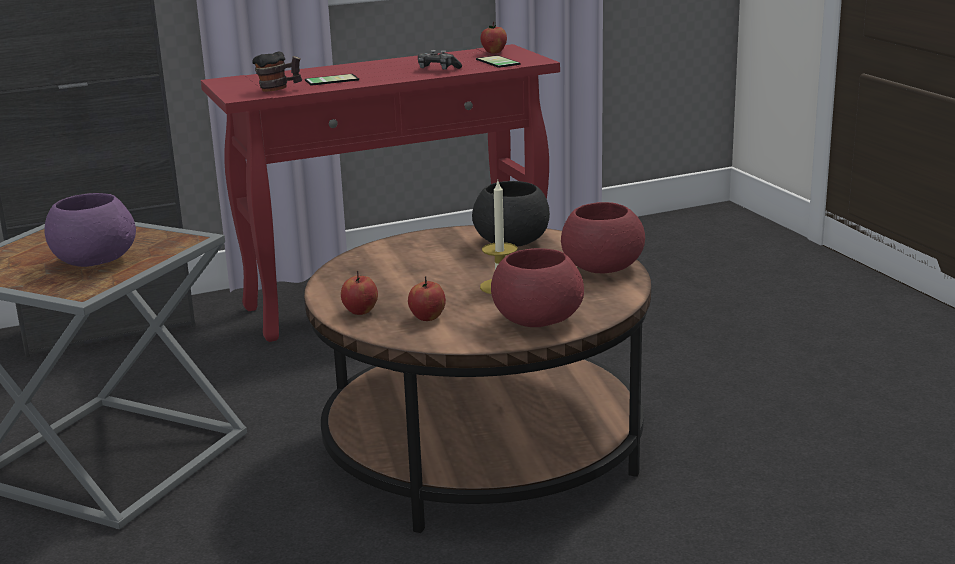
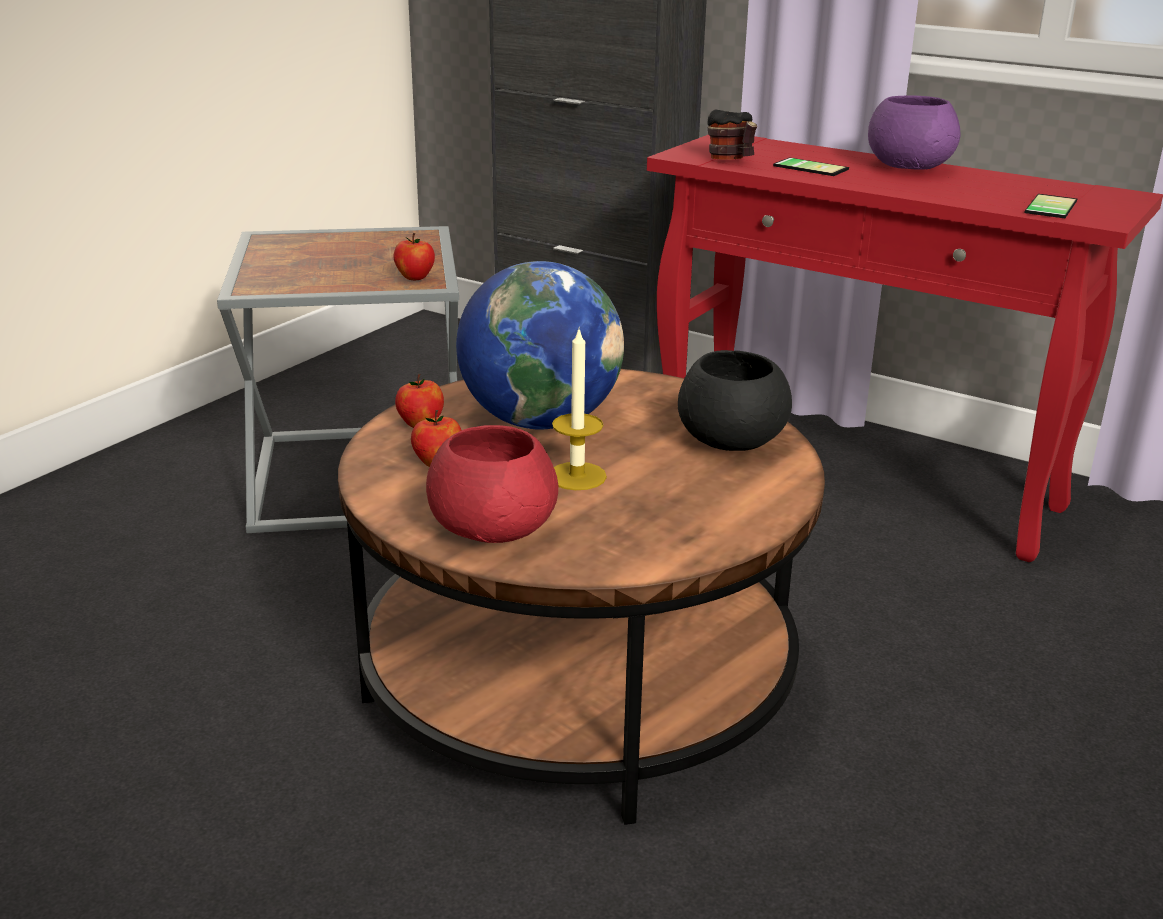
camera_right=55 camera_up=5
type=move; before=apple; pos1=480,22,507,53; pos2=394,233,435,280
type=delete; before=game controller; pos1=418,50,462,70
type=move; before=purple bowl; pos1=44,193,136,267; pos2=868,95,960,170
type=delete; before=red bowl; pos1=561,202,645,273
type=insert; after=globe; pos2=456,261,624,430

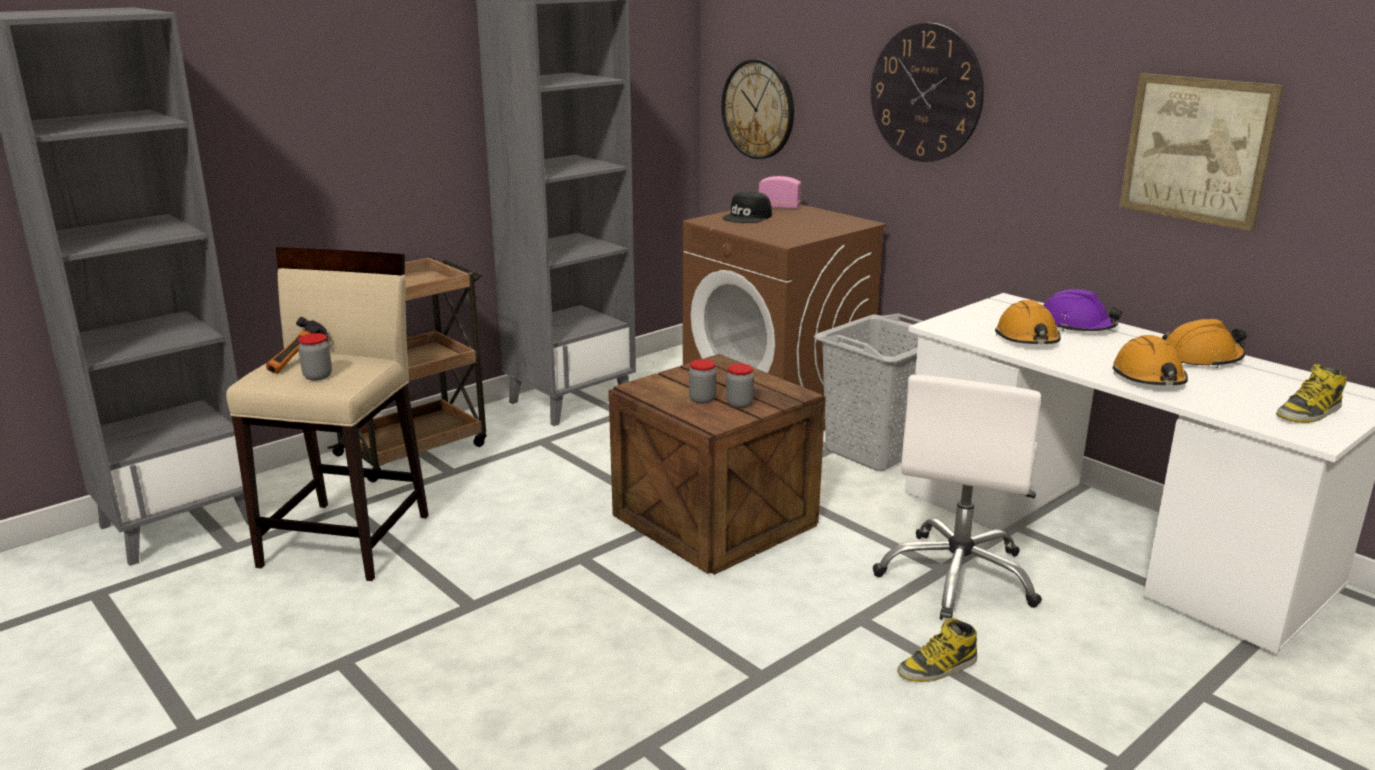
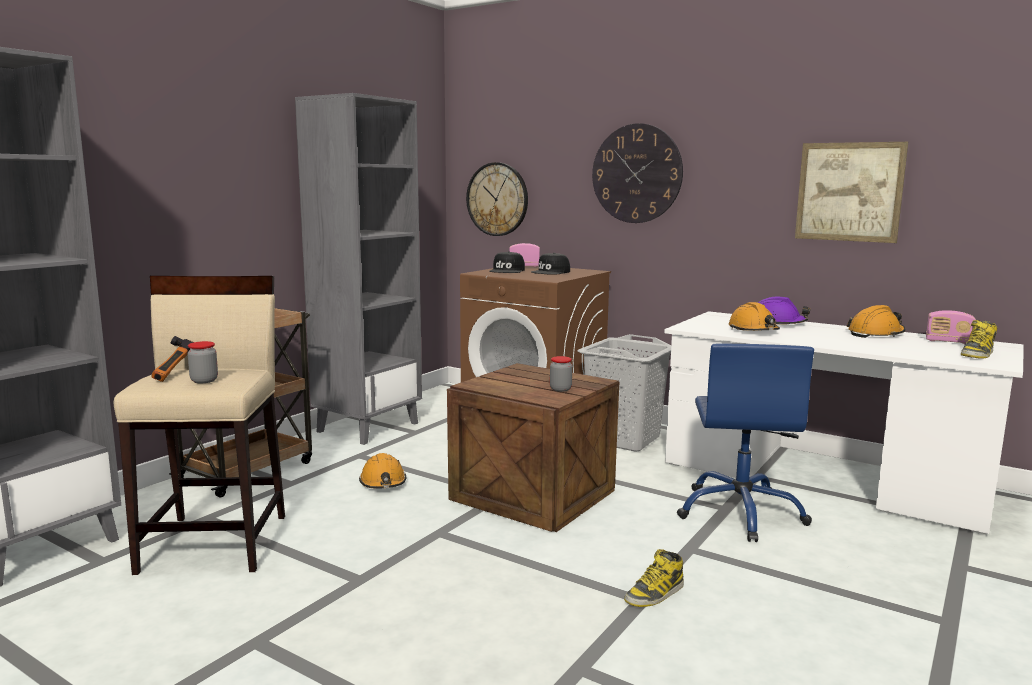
camera_right=-15 camera_up=-10
type=move; before=orange hard hat; pos1=1113,335,1188,385; pos2=359,453,406,489
type=delete; before=jar; pos1=689,359,716,404
type=recolor; before=white office chair; after=blue office chair; pos1=873,375,1042,620; pos2=677,343,814,542
type=move; before=boot; pos1=897,618,977,682; pos2=624,549,684,607
type=insert; after=black cap; pos2=531,253,570,275
type=insert; after=radio; pos2=926,310,976,344

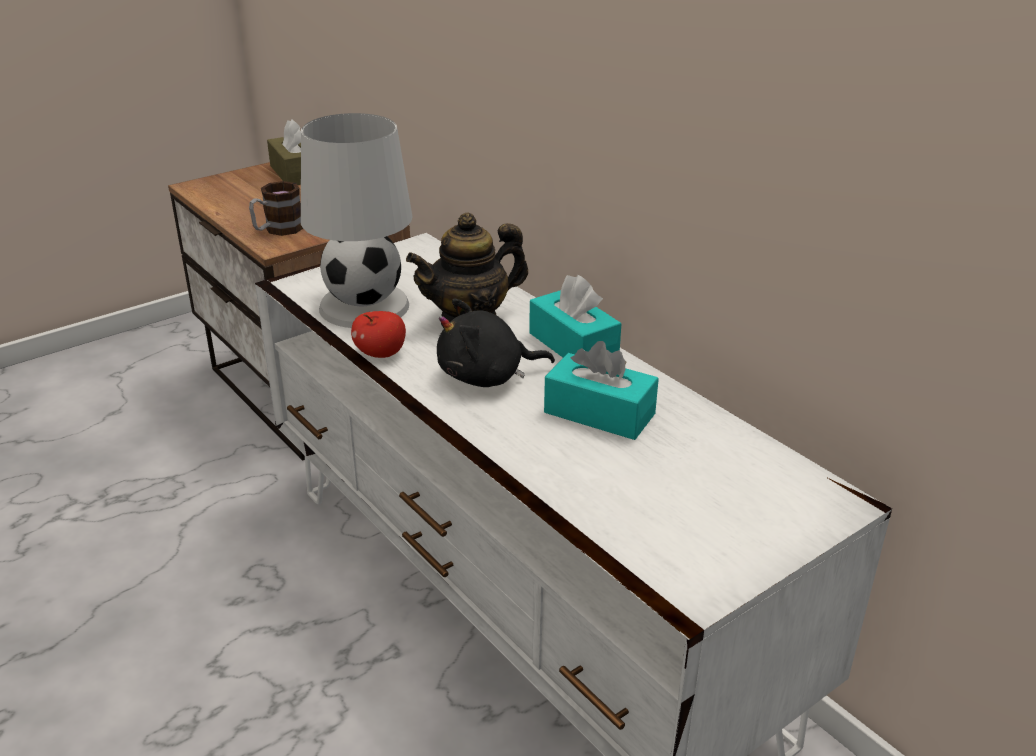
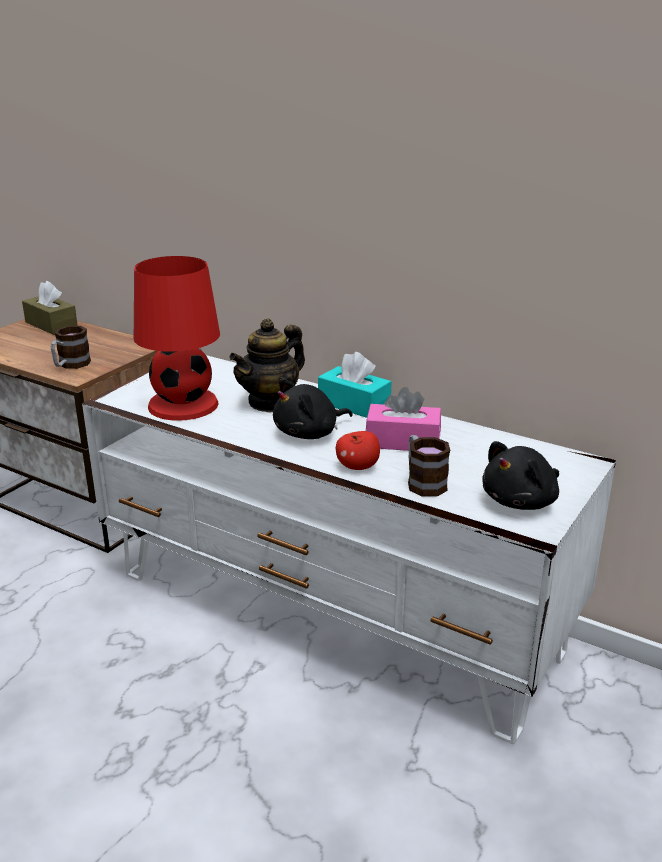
camera_right=-20 camera_up=-5
type=recolor; before=white table lamp; after=red table lamp; pos1=301,113,413,328; pos2=134,256,220,421
type=move; before=apple; pos1=351,311,406,358; pos2=336,431,380,470
type=recolor; before=turquoise tissue box; after=pink tissue box; pos1=544,341,659,440; pos2=366,387,441,451
type=insert; after=mug; pos2=408,435,450,497
type=insert; after=black plush toy; pos2=482,441,559,510

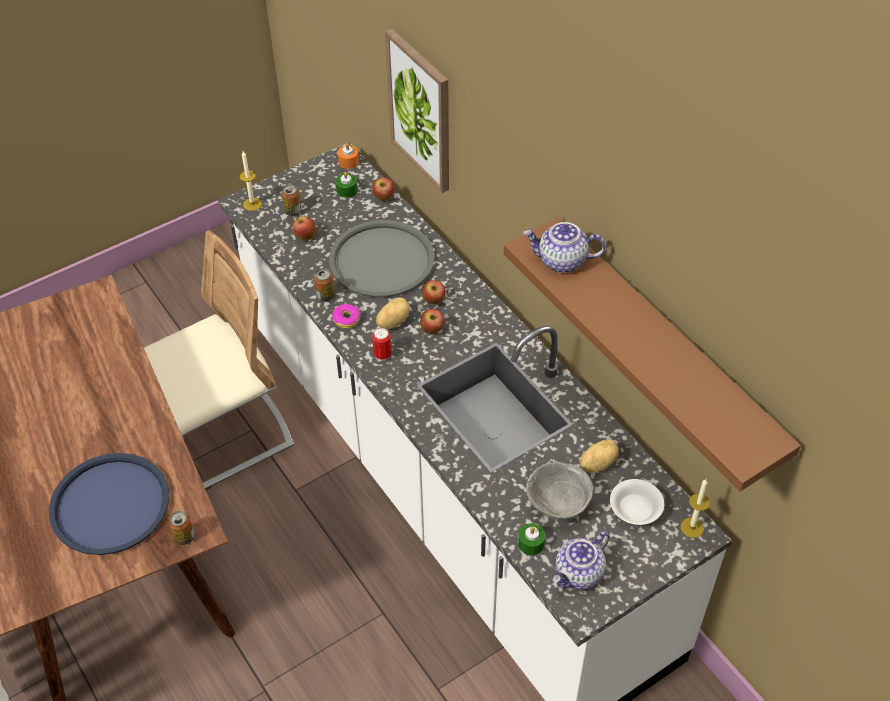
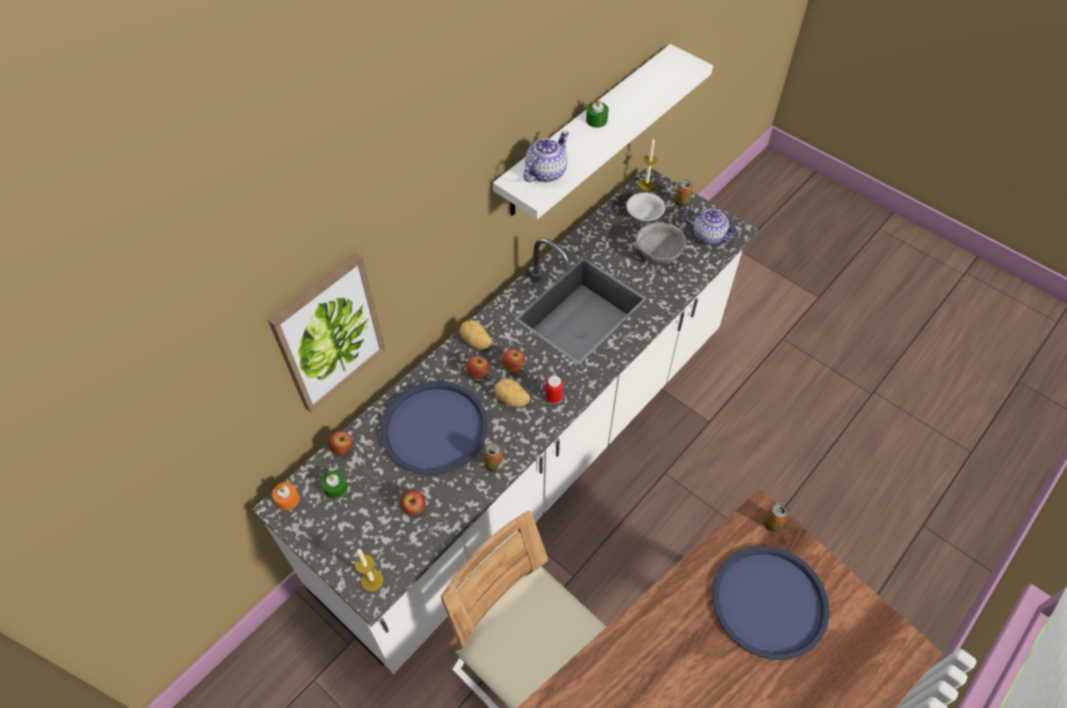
camera_right=-105 camera_up=5
type=move; before=can; pos1=282,184,301,216; pos2=675,180,693,207
type=recolor; before=brown shelf; after=white shelf; pos1=504,218,801,491; pos2=493,44,713,219
type=recolor; before=grey tray; after=blue tray; pos1=329,220,435,298; pos2=381,381,488,475
type=rotate; before=teapot; pos1=523,222,606,273; pos2=523,131,569,182; turn=-135
type=delete; before=donut; pos1=332,304,361,328
type=move; before=potato; pos1=580,439,619,473; pos2=460,320,491,349
type=move; before=green candle; pos1=518,523,545,555; pos2=586,99,609,128

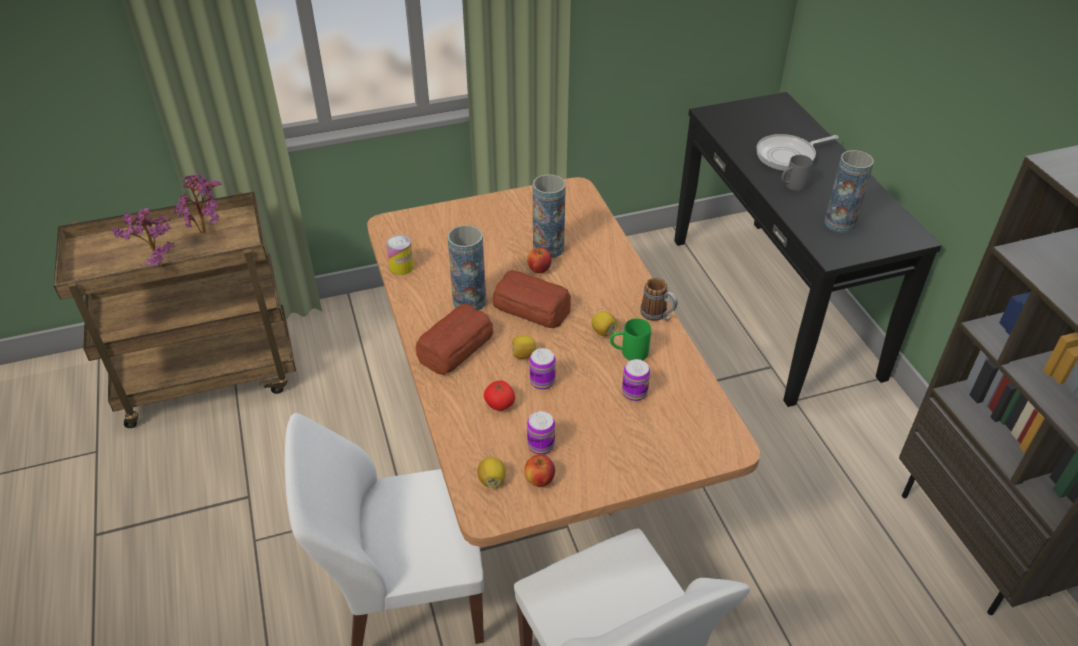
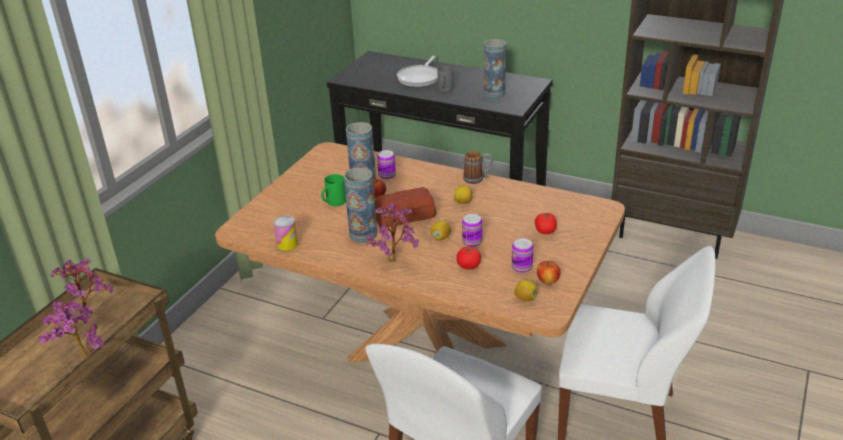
camera_right=-45 camera_up=-10
type=replace; before=bread; after=potted plant; pos1=416,304,493,375; pos2=367,204,419,262
type=move; before=green mug; pos1=610,318,651,361; pos2=321,174,346,206
type=move; before=can; pos1=622,359,650,401; pos2=377,150,396,180
type=insert; after=tomato; pos2=535,213,557,234

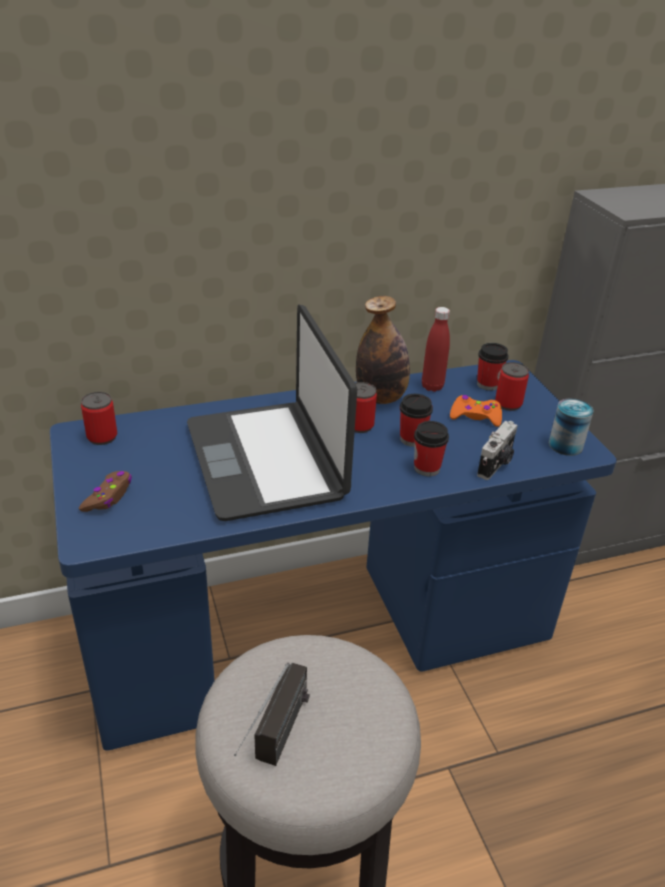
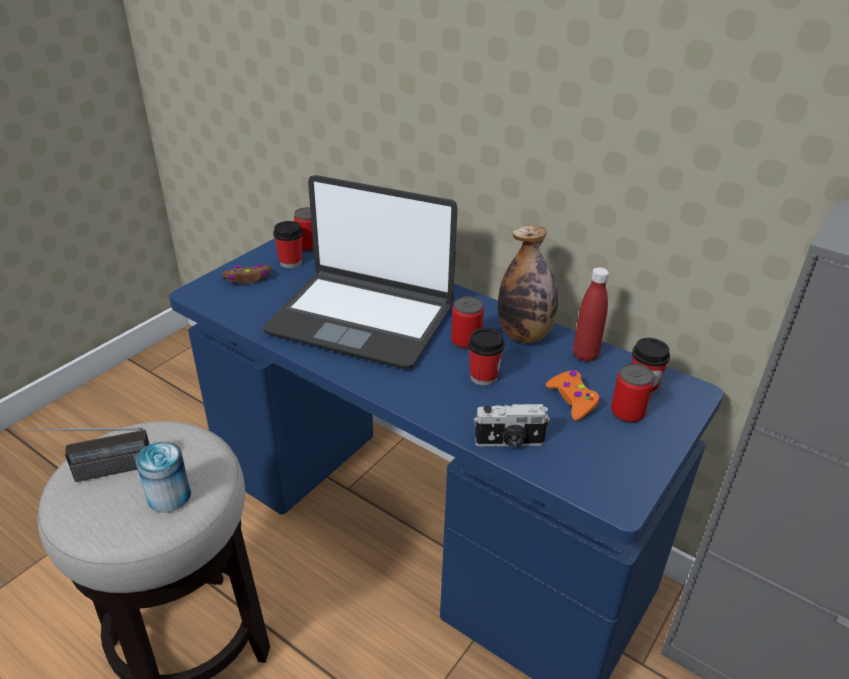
camera_right=55 camera_up=0
type=rotate; before=laptop; pos1=187,304,357,521; pos2=263,175,457,369; turn=-105
type=move; before=can; pos1=549,398,594,456; pos2=136,441,191,513
type=move; before=cup; pos1=414,421,449,476; pos2=273,221,303,268

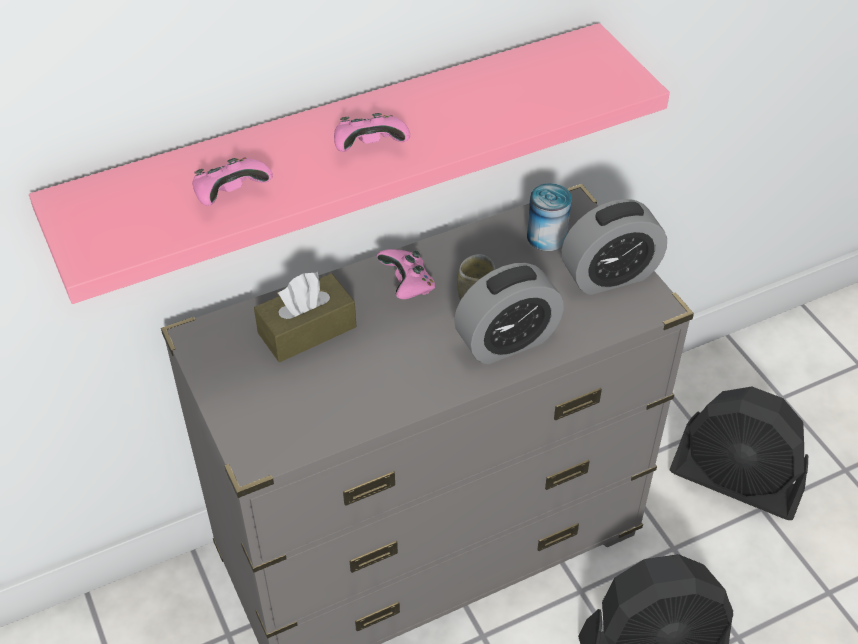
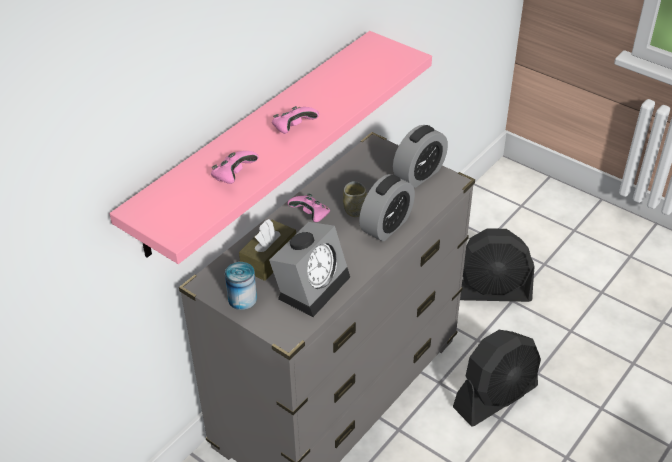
camera_right=-25 camera_up=-5
type=move; before=can; pos1=527,183,572,251; pos2=225,262,257,310
type=insert; after=alarm clock; pos2=269,222,350,317

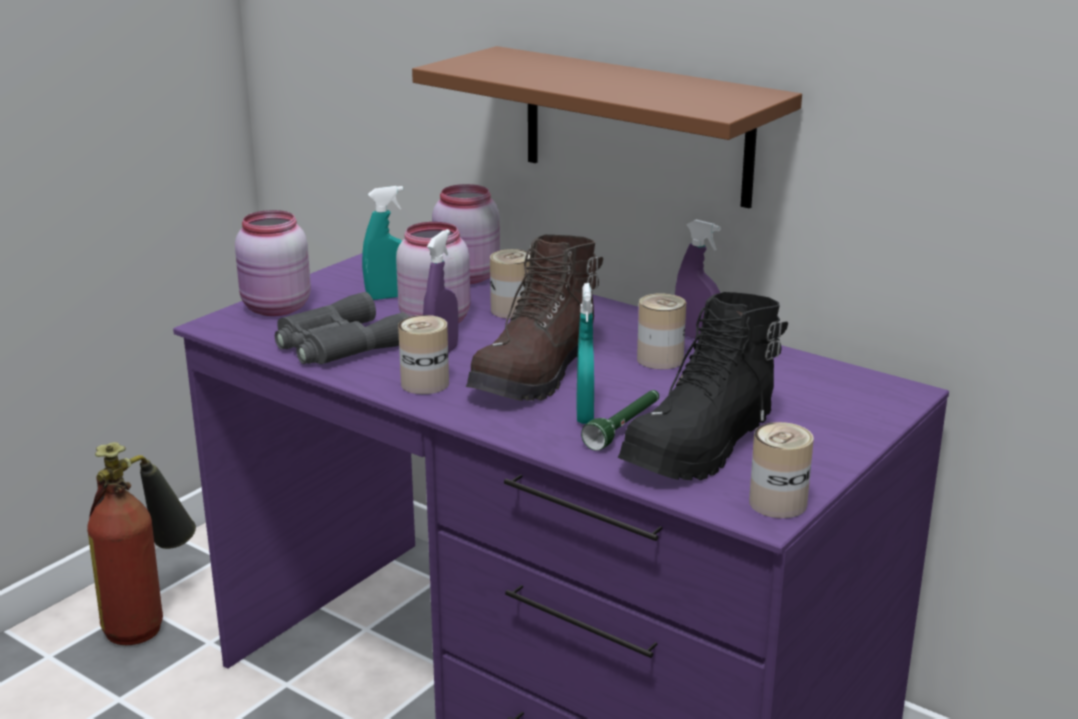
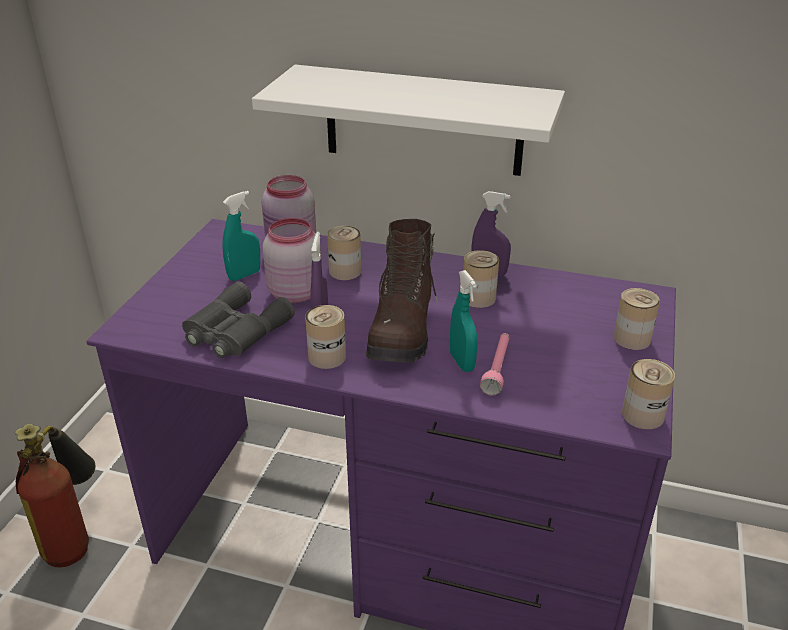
camera_right=-20 camera_up=10
type=recolor; before=brown shelf; after=white shelf; pos1=412,46,802,209; pos2=252,65,565,176
type=delete; before=pink jar; pos1=235,210,311,316
type=delete; before=black boot; pos1=618,292,788,480
type=recolor; before=green flashlight; after=pink flashlight; pos1=581,390,659,451; pos2=480,333,510,396
type=insert; after=can; pos2=613,288,660,350

